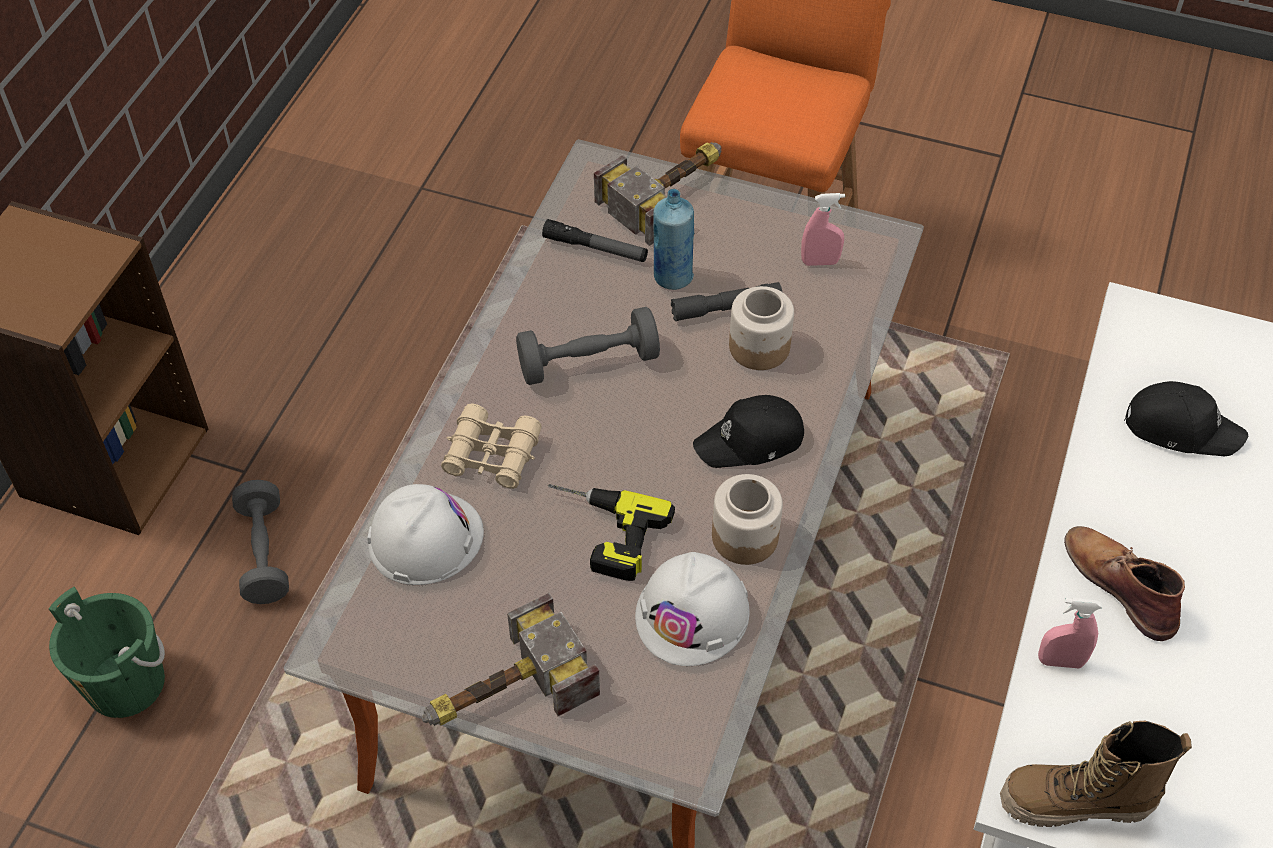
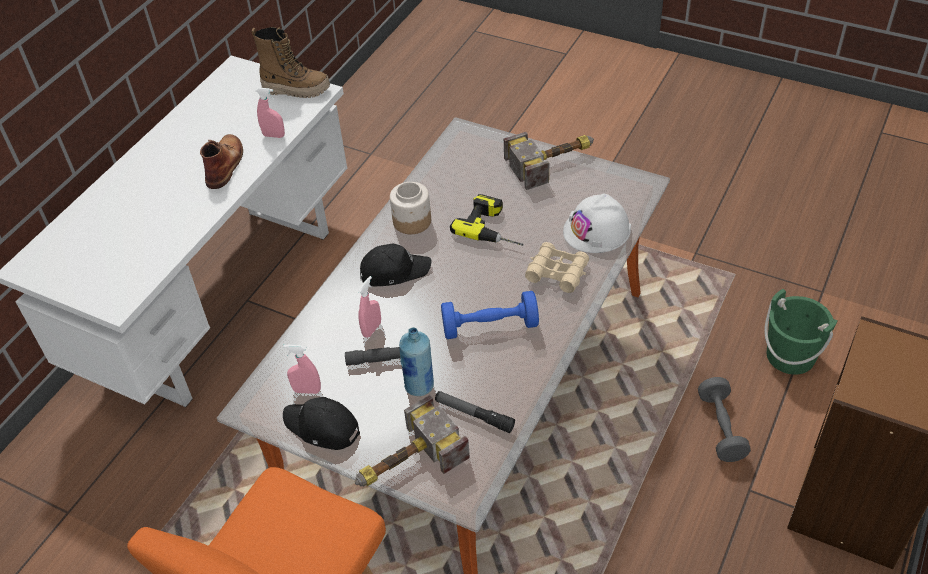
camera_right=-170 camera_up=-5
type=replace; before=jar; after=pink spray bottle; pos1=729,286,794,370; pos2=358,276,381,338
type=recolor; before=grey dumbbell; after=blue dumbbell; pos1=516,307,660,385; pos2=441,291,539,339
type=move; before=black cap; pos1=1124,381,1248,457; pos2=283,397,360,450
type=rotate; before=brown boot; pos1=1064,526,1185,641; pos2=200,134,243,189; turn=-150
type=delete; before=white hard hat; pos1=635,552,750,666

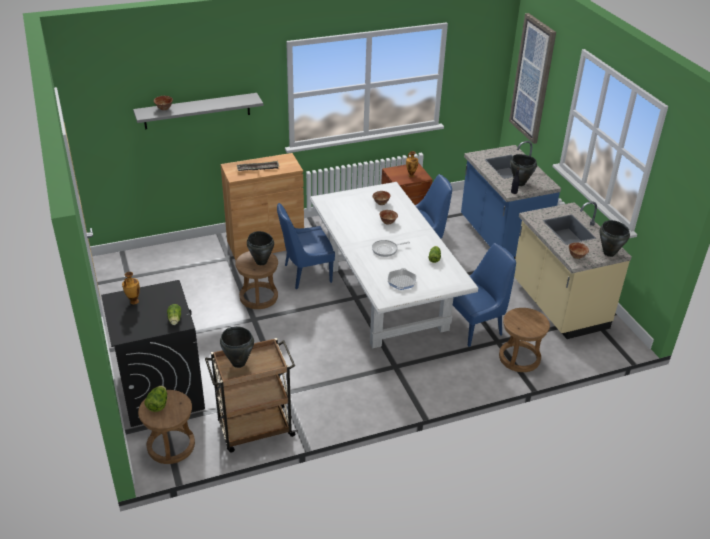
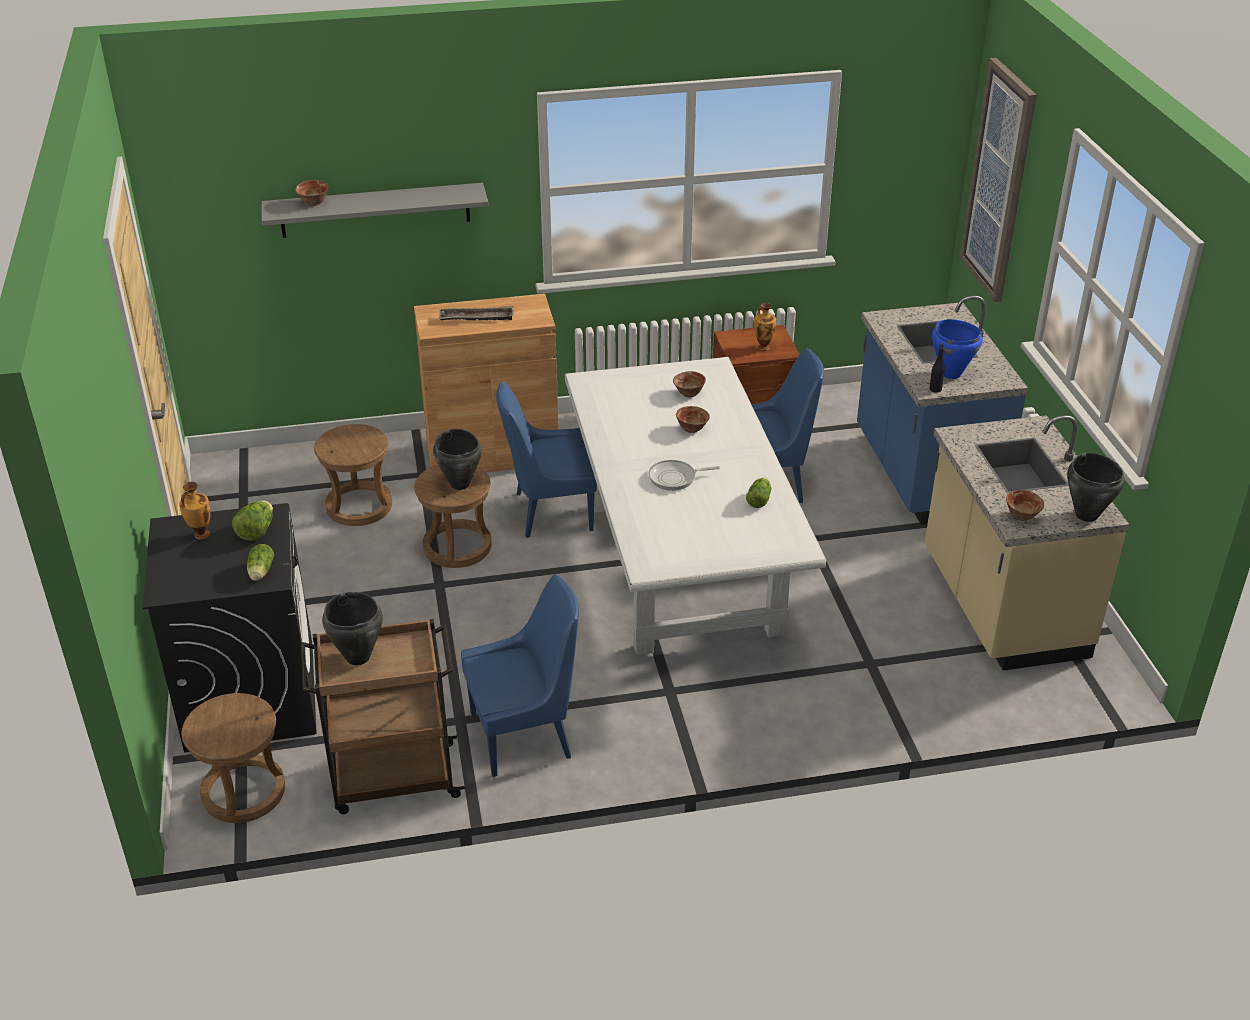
camera_right=10 camera_up=0
type=recolor; before=black cooking pot; after=blue cooking pot; pos1=510,154,537,186; pos2=932,319,983,379
type=move; before=blue chair; pos1=453,243,516,347; pos2=461,574,579,777
type=delete; before=frying pan; pos1=388,268,416,290
type=move; before=brown stool; pos1=499,308,550,372; pos2=314,424,392,526
type=move; before=lettuce; pos1=144,386,167,412; pos2=232,500,273,541

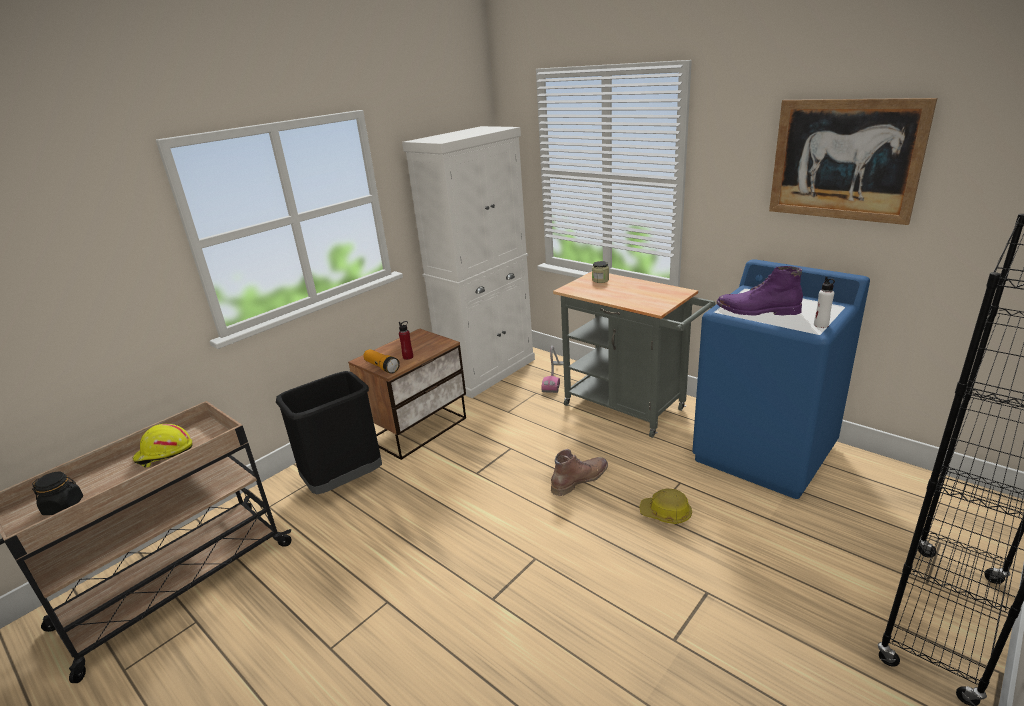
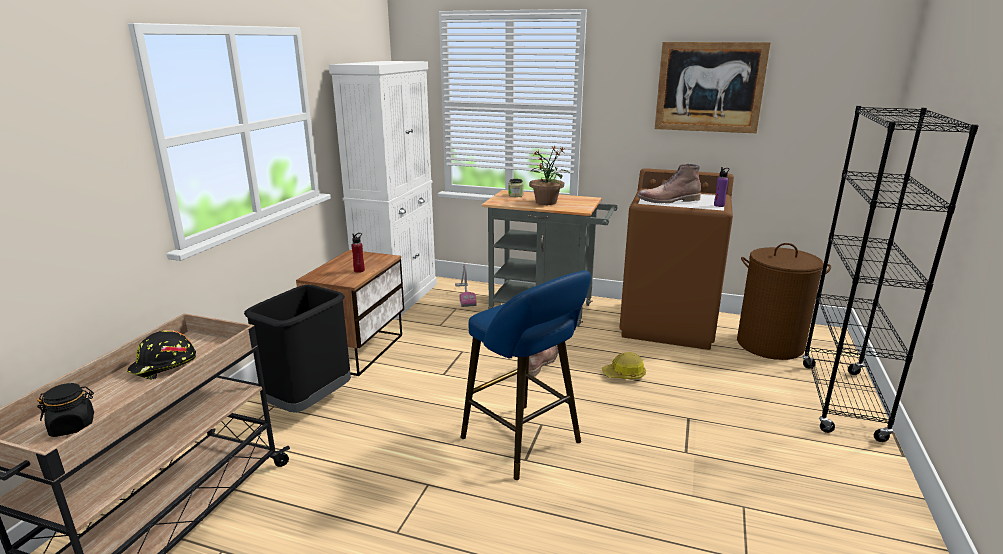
camera_right=-25 camera_up=-5
type=recolor; before=blue washing machine; after=brown washing machine; pos1=692,259,870,499; pos2=619,168,734,350
type=recolor; before=purple boot; after=brown boot; pos1=717,266,803,316; pos2=637,164,701,203
type=recolor; before=white bottle; after=purple bottle; pos1=814,277,835,328; pos2=714,167,730,207
type=delete; before=flashlight; pos1=363,349,400,374
type=recolor; before=yellow hard hat; after=black hard hat; pos1=133,424,193,468; pos2=127,330,196,380
type=insert; after=potted plant; pos2=529,146,569,205
type=insert; after=brown laundry basket; pos2=737,243,831,360
type=insert; after=blue stool; pos2=461,270,591,480

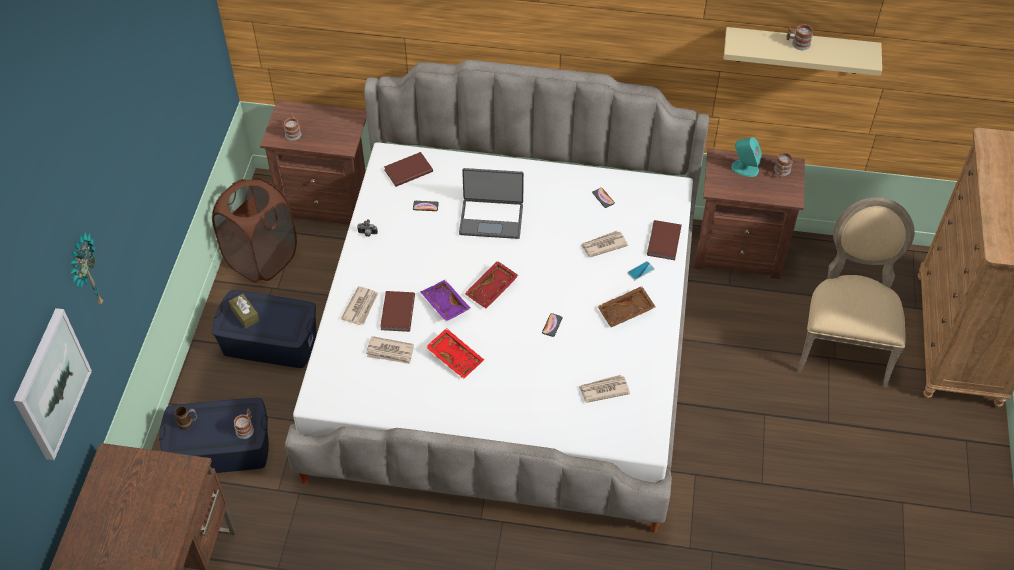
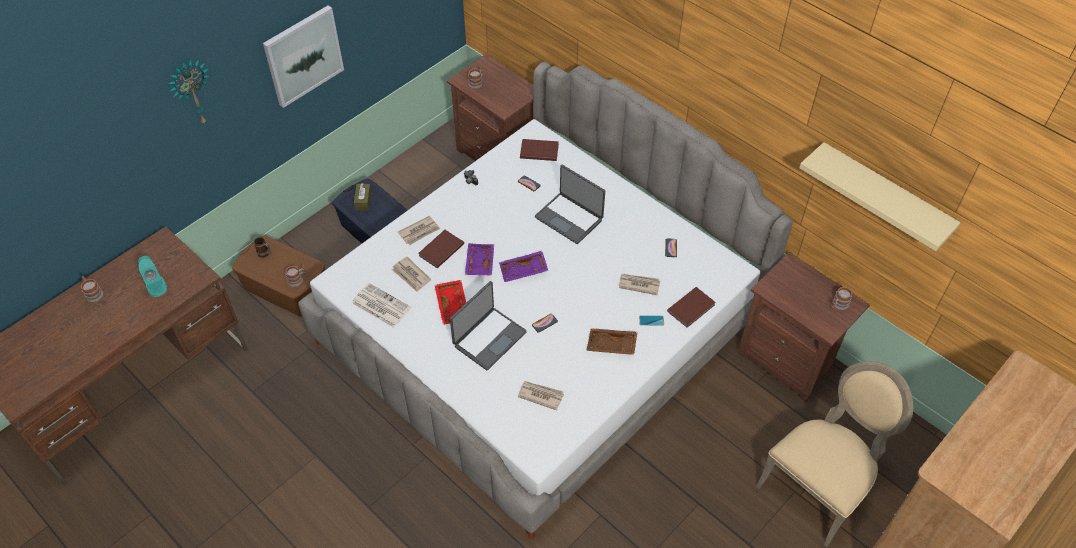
camera_right=35 camera_up=0
type=move; before=mug; pos1=786,24,813,50; pos2=81,276,103,302
type=move; before=turquoise speaker; pos1=732,137,762,177; pos2=138,256,167,297
type=delete; before=brown laundry basket; pos1=212,177,297,283
type=recolor; before=red tray; after=purple tray; pos1=464,261,519,308; pos2=499,251,548,282
type=move; before=picture; pos1=13,308,92,460; pos2=263,6,344,108
type=recolor; before=blue storage box; after=brown storage box; pos1=159,398,269,473; pos2=232,236,325,317
type=insert; after=laptop; pos2=450,281,527,370
type=insert; after=newspaper; pos2=352,283,411,328

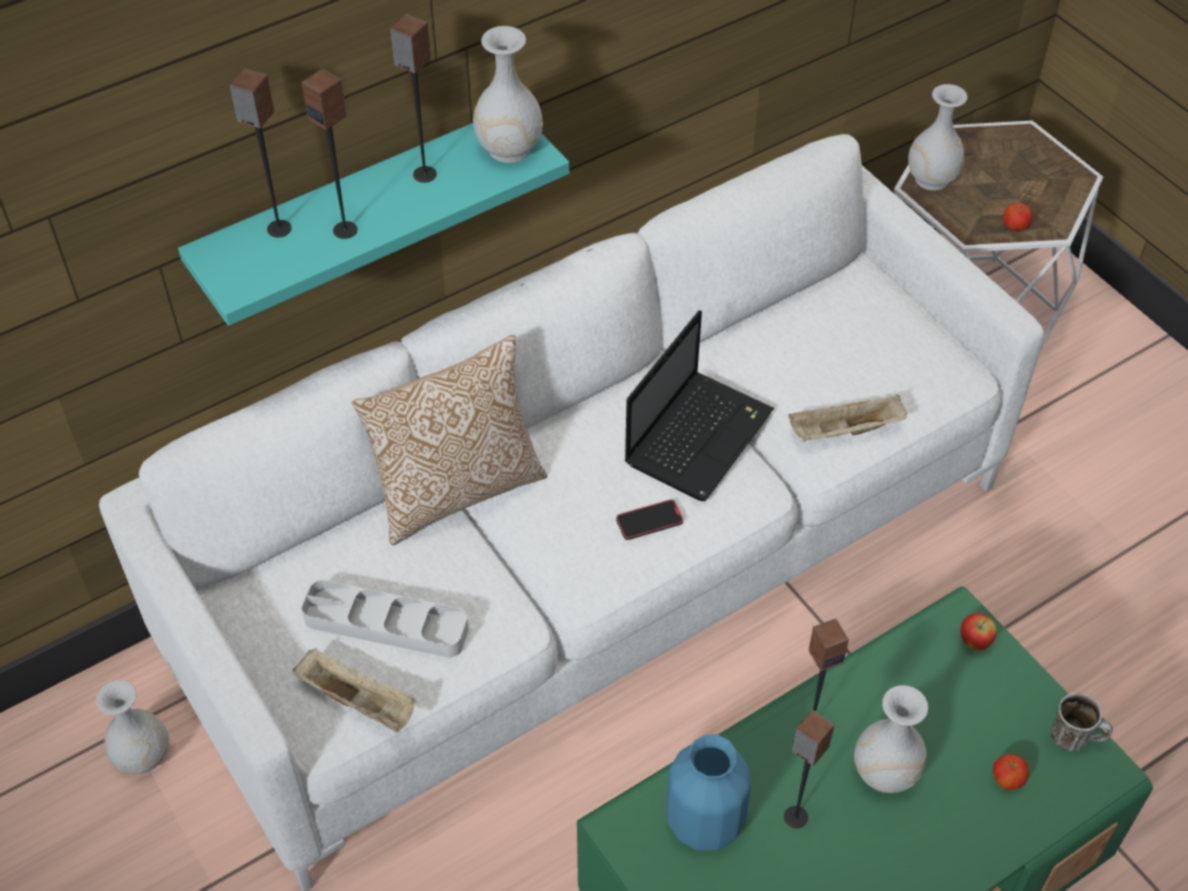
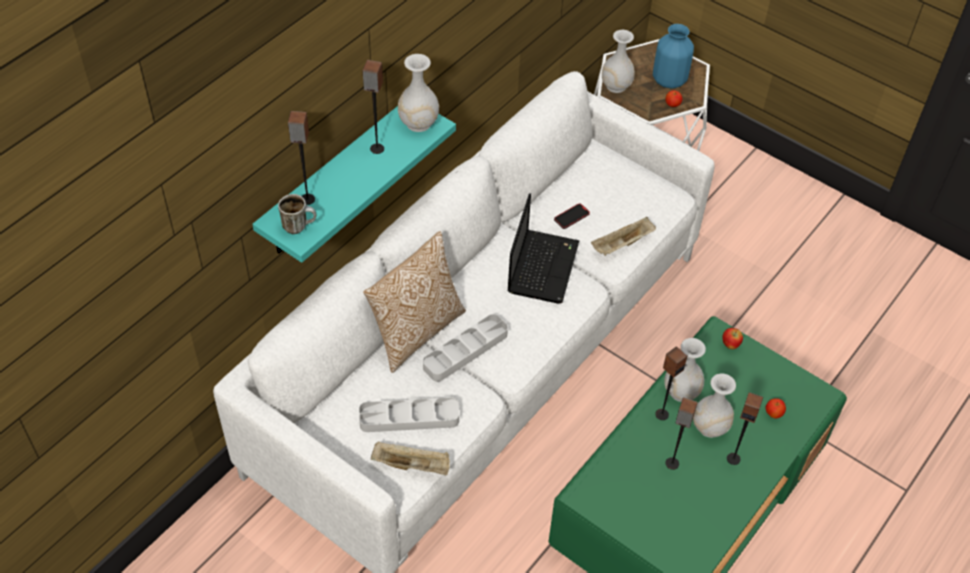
camera_right=-20 camera_up=0
type=move; before=speaker; pos1=302,69,358,239; pos2=727,392,763,465
type=move; before=phone; pos1=616,500,683,540; pos2=554,203,590,229
type=move; before=white vase; pos1=96,680,169,775; pos2=664,338,706,402
type=move; before=mug; pos1=1051,692,1113,751; pos2=278,194,316,234
type=move; before=blue vase; pos1=667,734,751,851; pos2=653,24,694,89
type=insert; after=grey tray; pos2=423,314,508,382

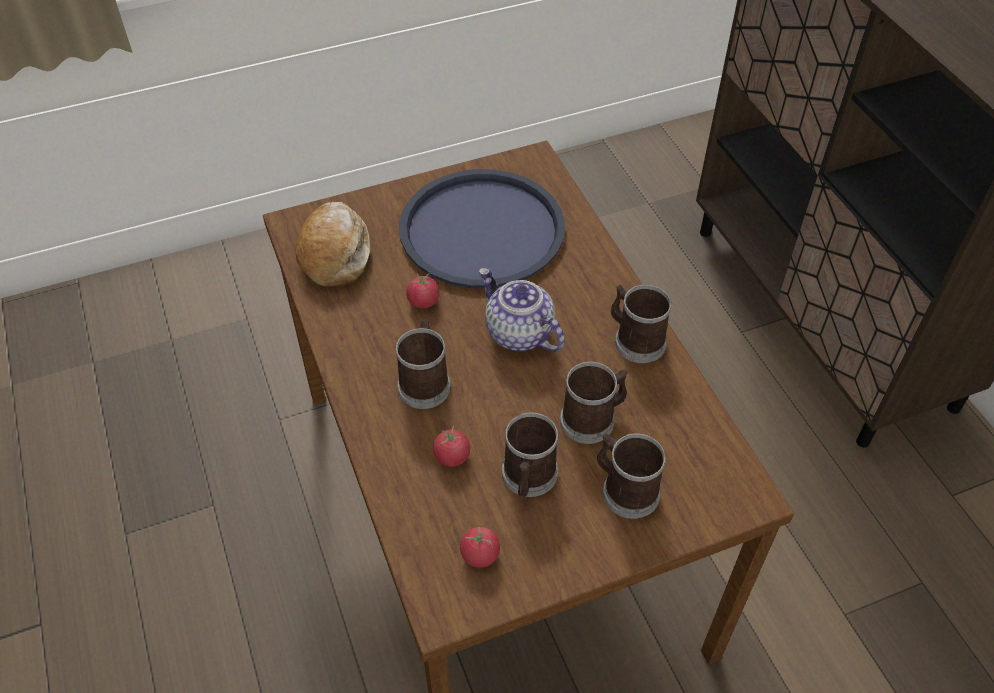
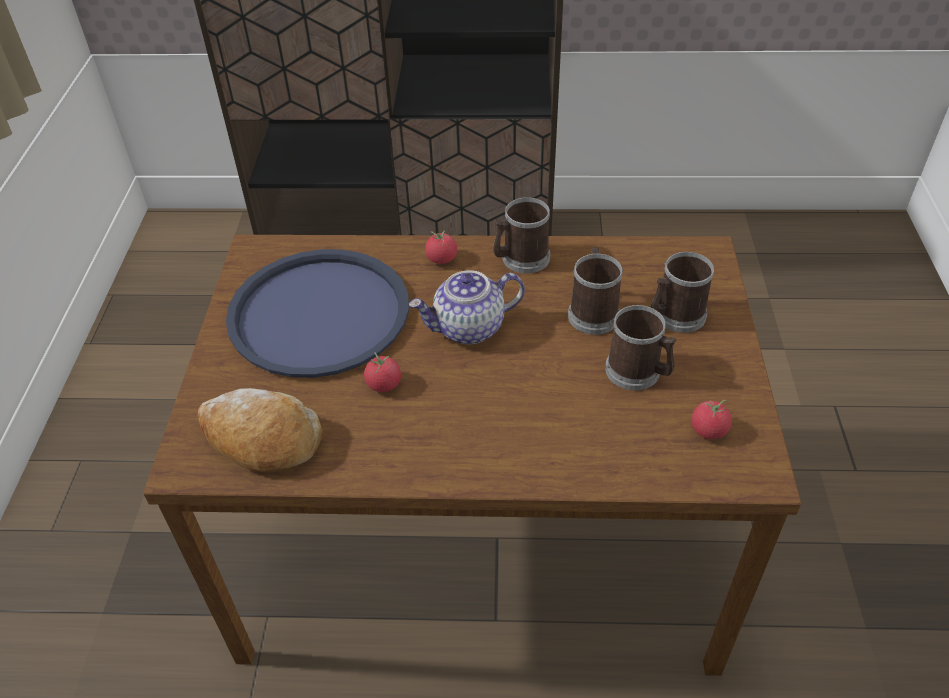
camera_right=-65 camera_up=-5
type=delete; before=mug; pos1=395,319,450,409
type=move; before=tomato; pos1=433,426,470,467; pos2=425,230,457,264

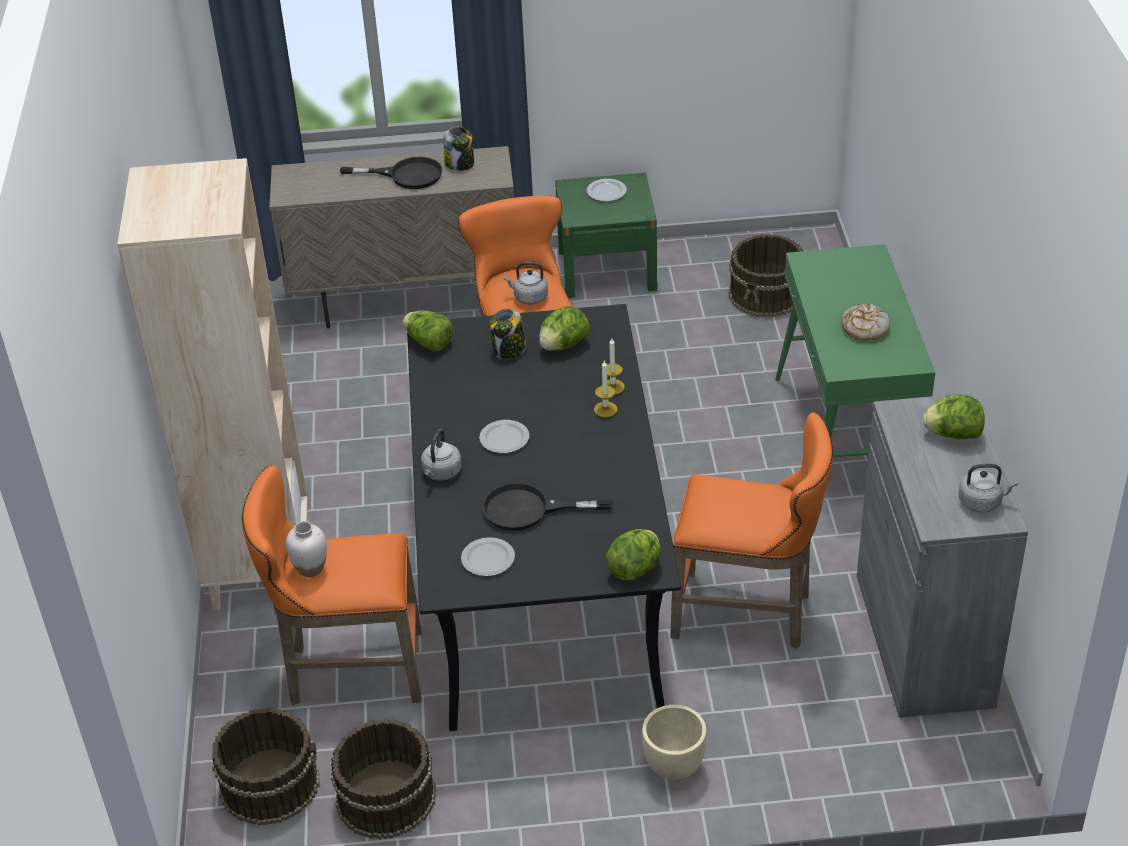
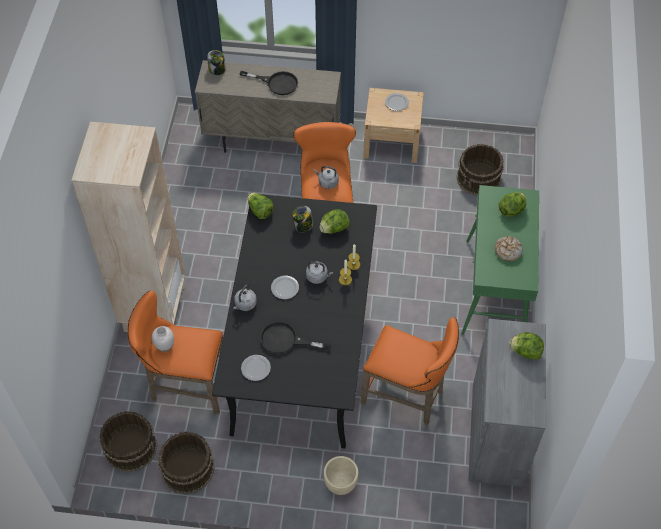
camera_right=10 camera_up=15
type=move; before=jar; pos1=444,127,474,171; pos2=207,50,225,75
type=recolor; before=green nightstand; after=beige nightstand; pos1=555,173,657,298; pos2=363,88,424,163
type=move; before=grey kettle; pos1=959,464,1018,513; pos2=306,262,333,284
type=move; before=lettuce; pos1=606,529,661,581; pos2=499,192,526,217

